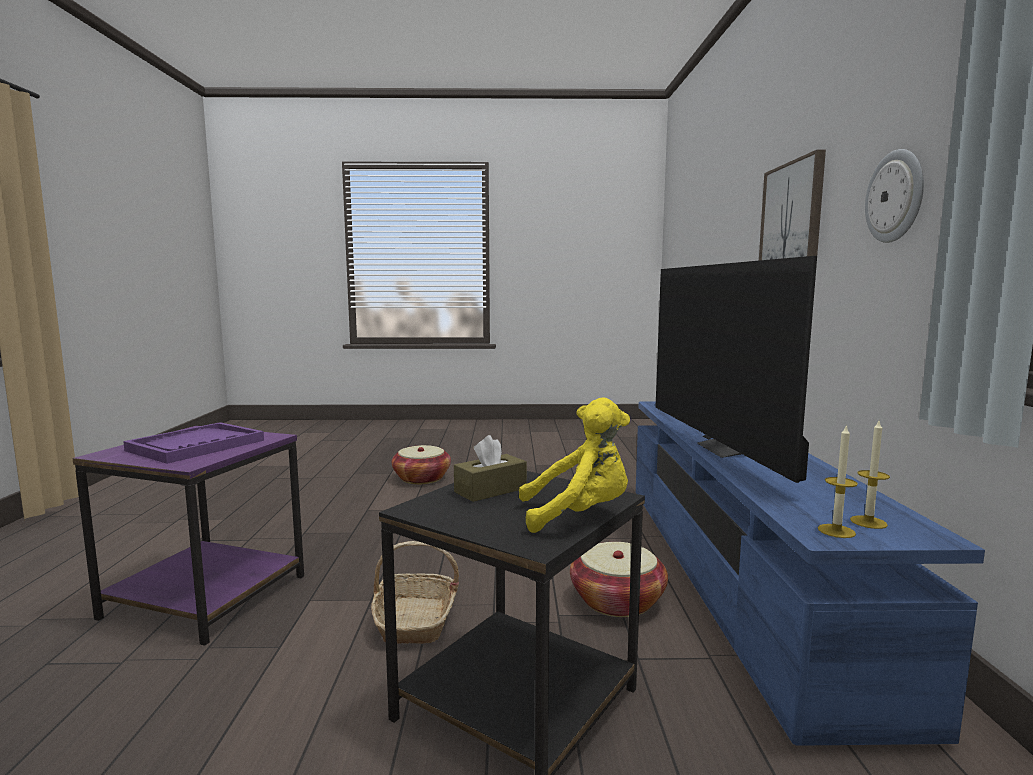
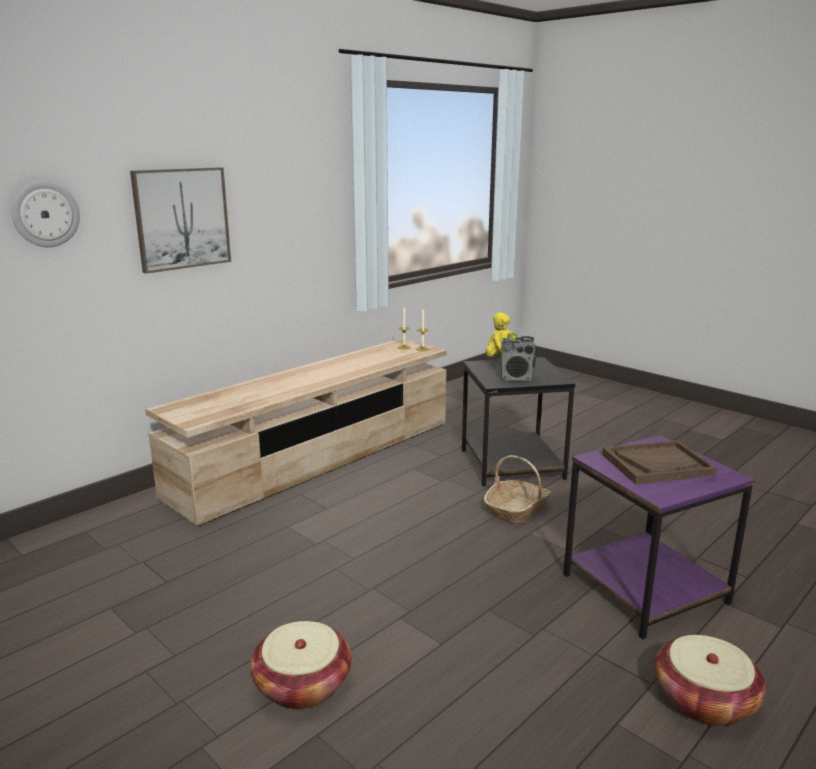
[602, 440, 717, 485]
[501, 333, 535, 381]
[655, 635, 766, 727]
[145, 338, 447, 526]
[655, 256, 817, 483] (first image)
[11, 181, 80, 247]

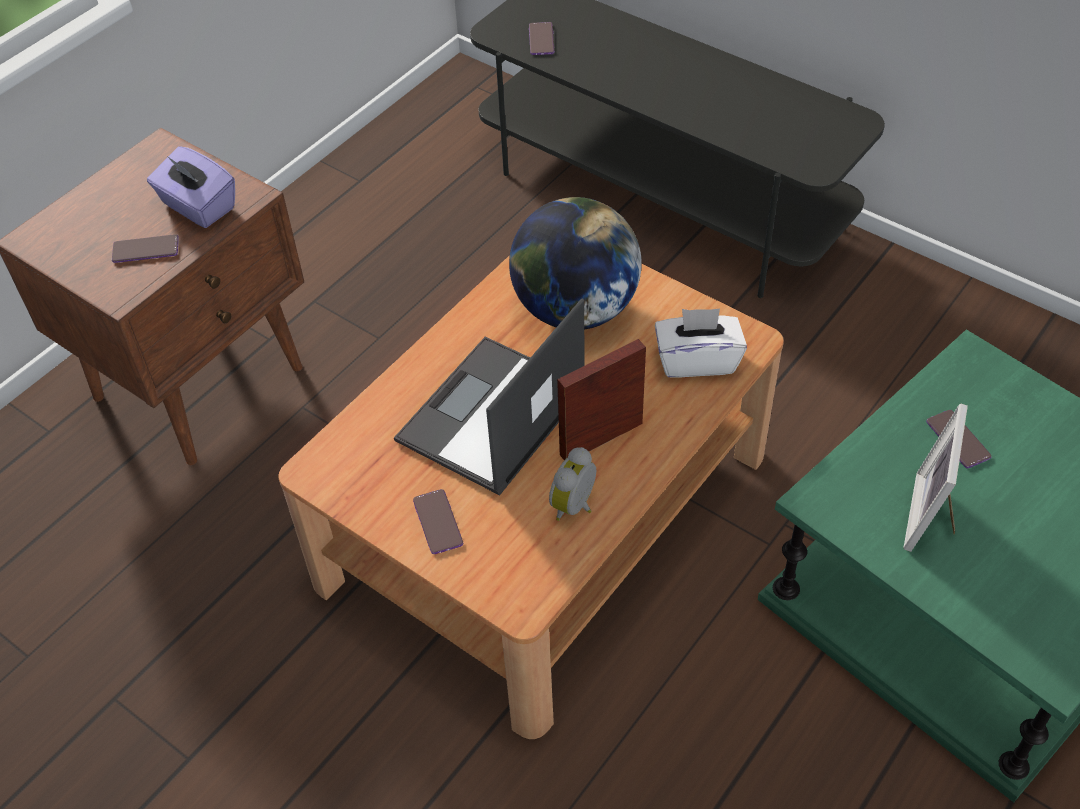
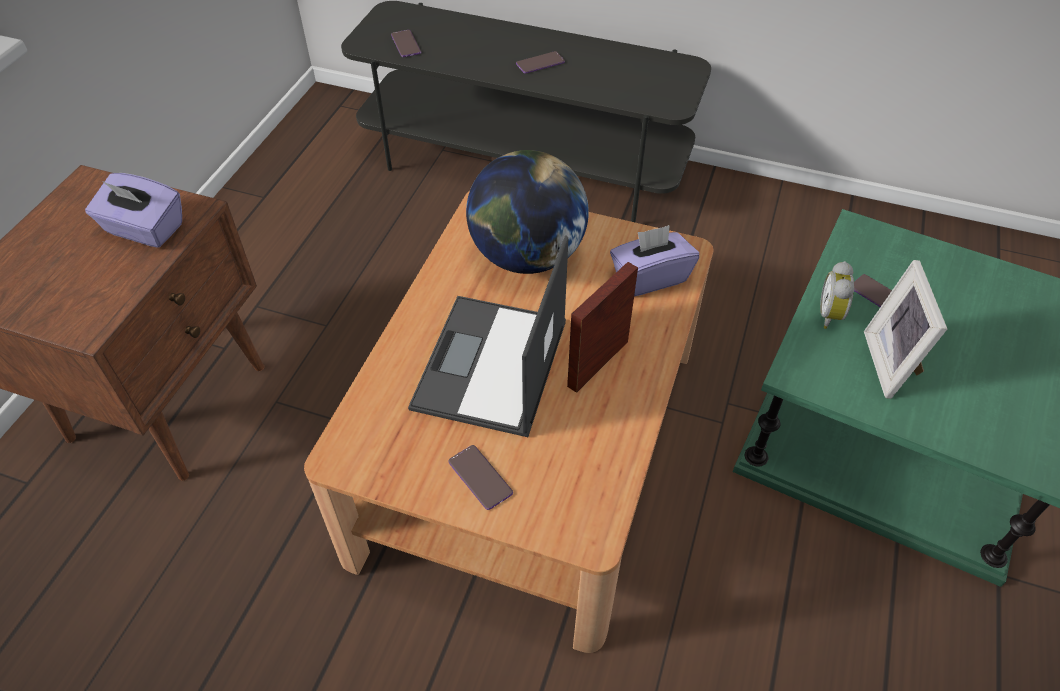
[516, 51, 565, 74]
[820, 261, 854, 329]
[610, 225, 699, 296]

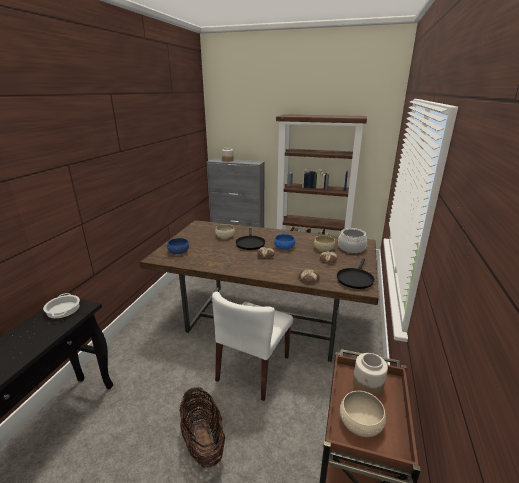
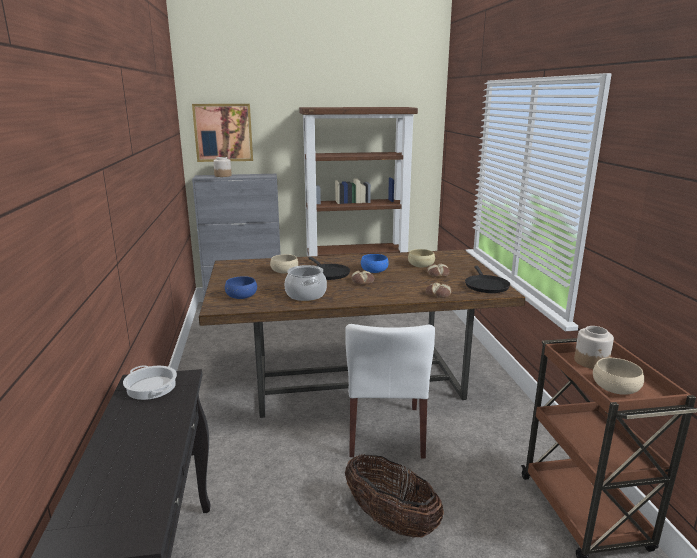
[285, 265, 327, 301]
[192, 104, 253, 162]

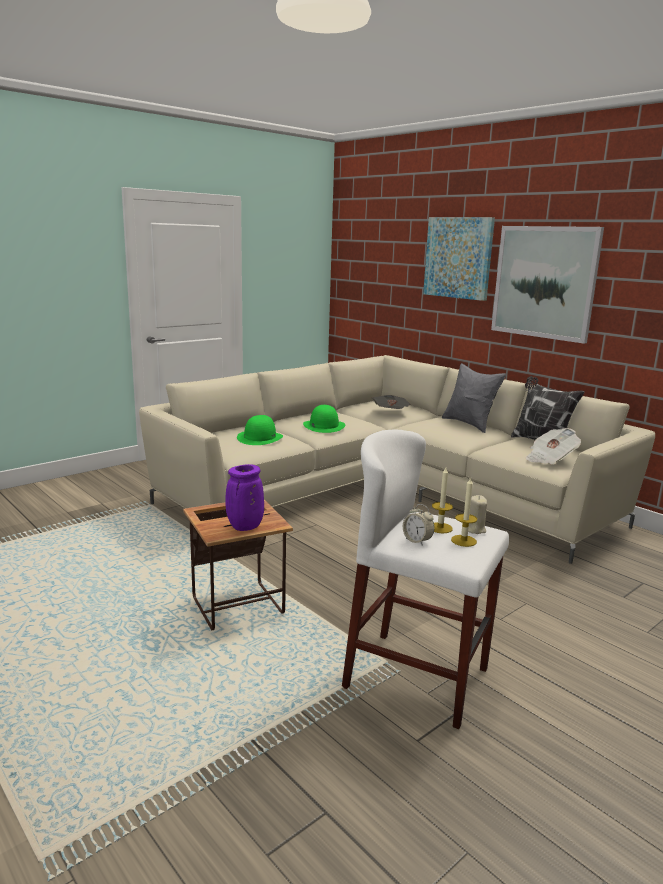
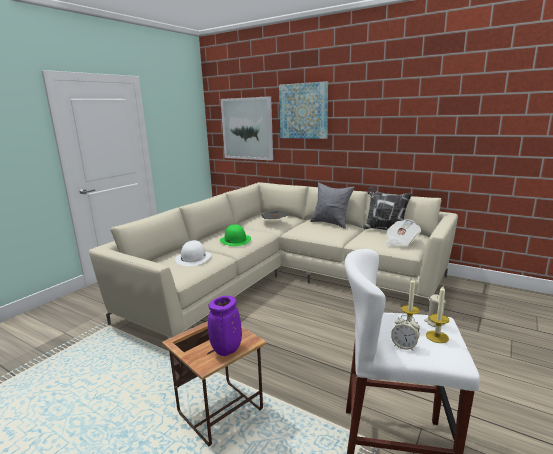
[175, 240, 211, 266]
[221, 96, 273, 161]

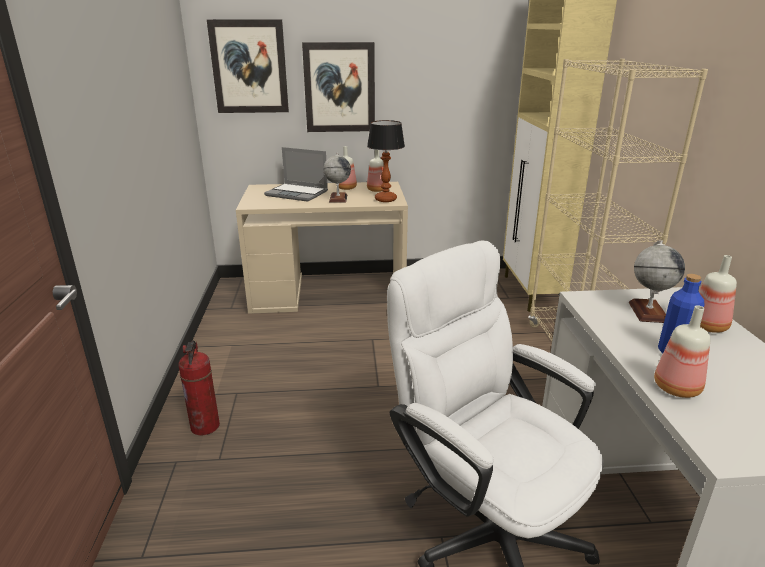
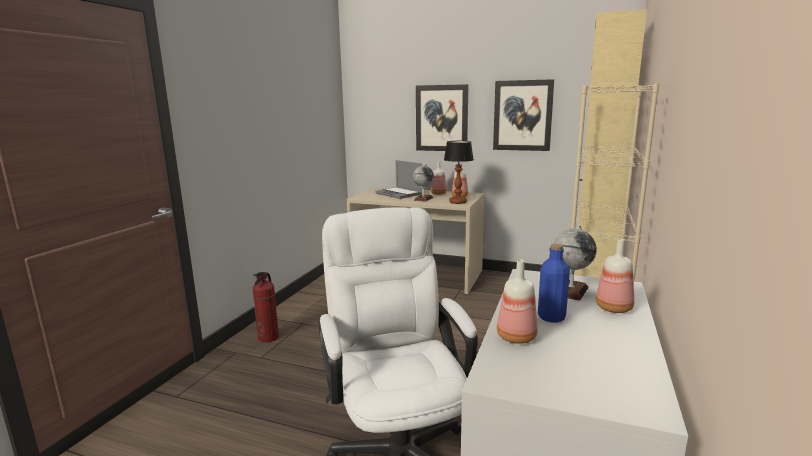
[493, 79, 554, 151]

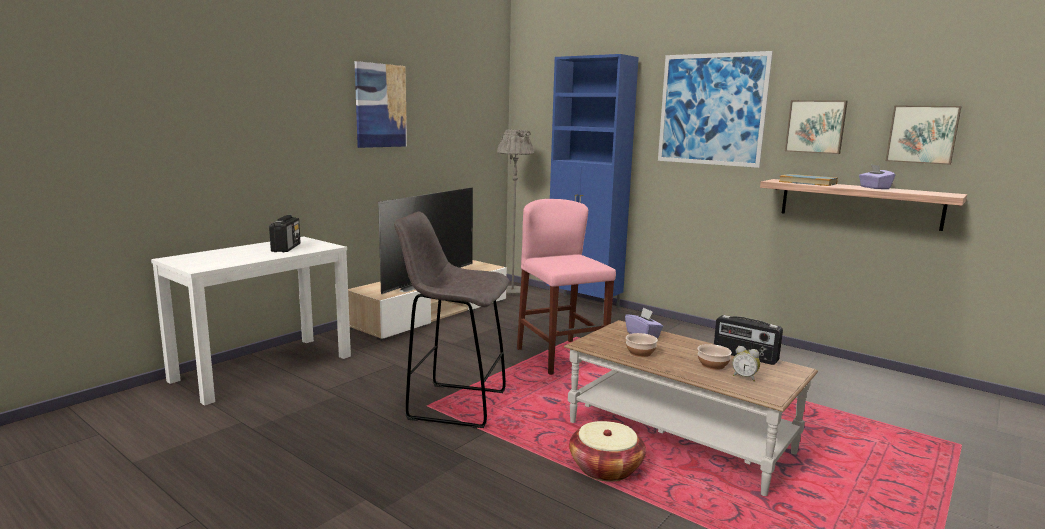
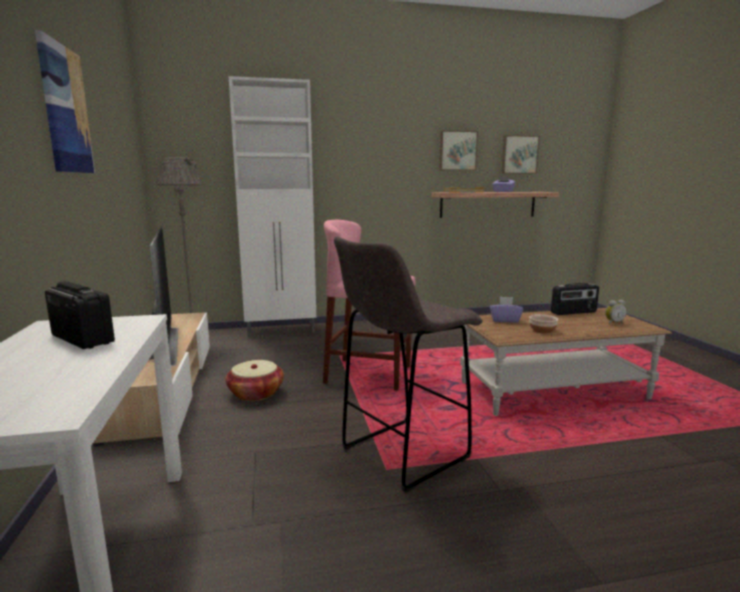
[229, 76, 316, 337]
[226, 360, 284, 401]
[658, 51, 773, 168] (first image)
[698, 344, 732, 370] (first image)

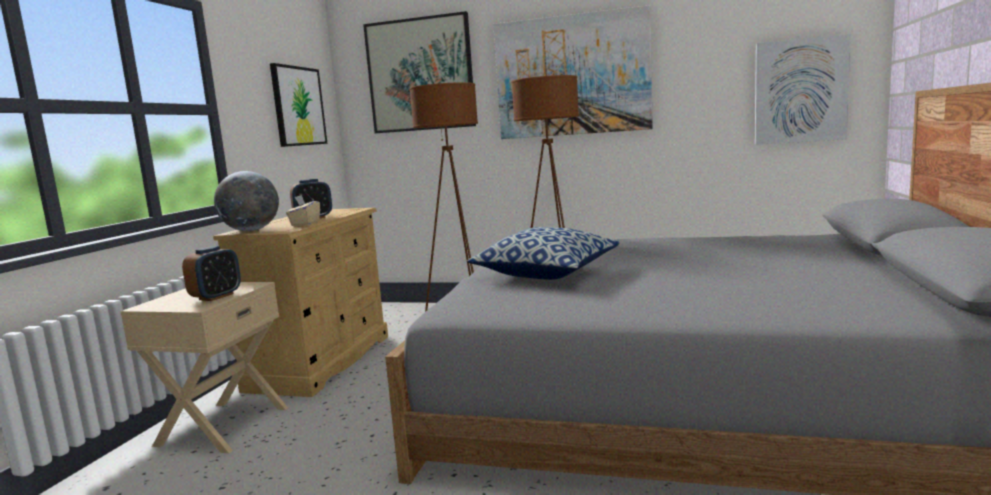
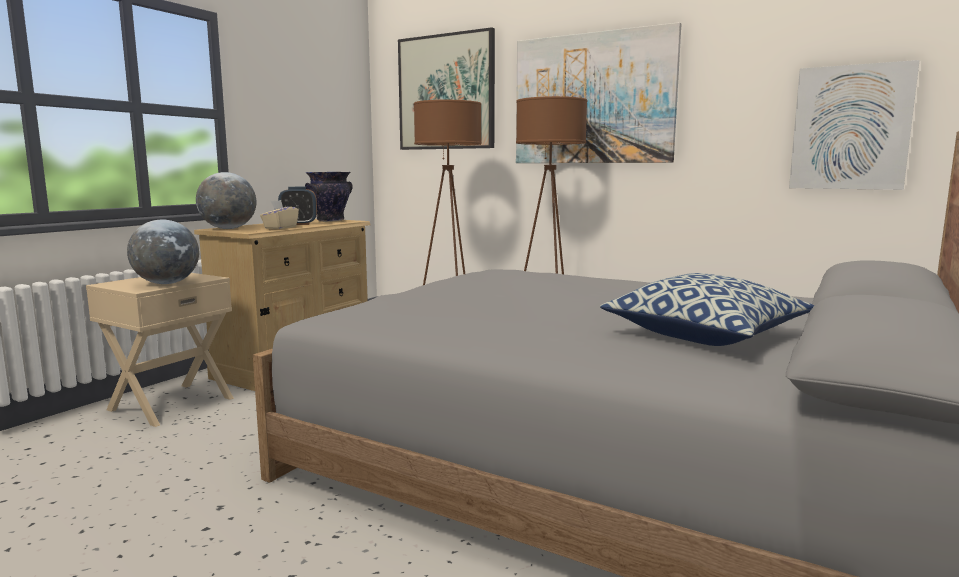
[127, 220, 199, 284]
[270, 63, 327, 147] (first image)
[600, 273, 814, 346]
[305, 172, 353, 222]

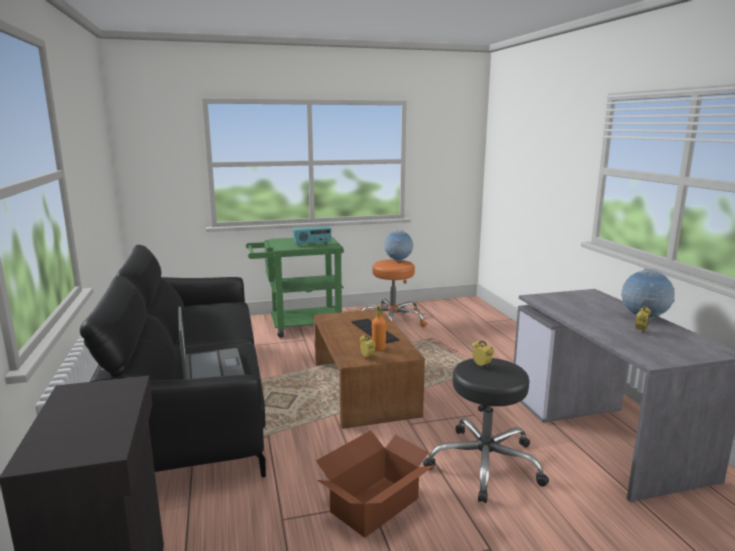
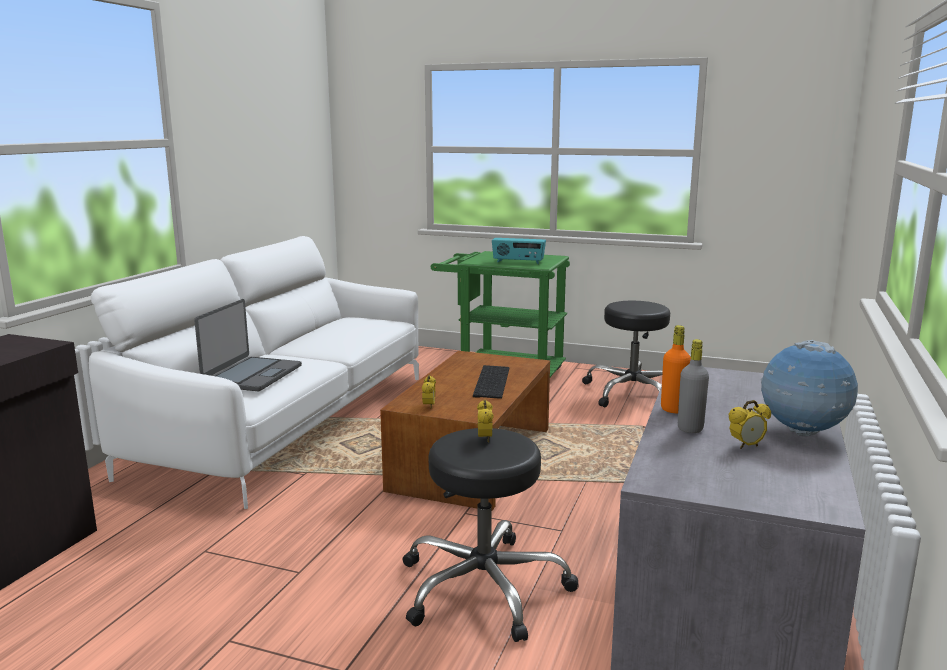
[89, 236, 419, 509]
[316, 430, 435, 538] (first image)
[582, 301, 670, 407]
[661, 325, 691, 413]
[384, 230, 414, 261] (first image)
[678, 339, 709, 433]

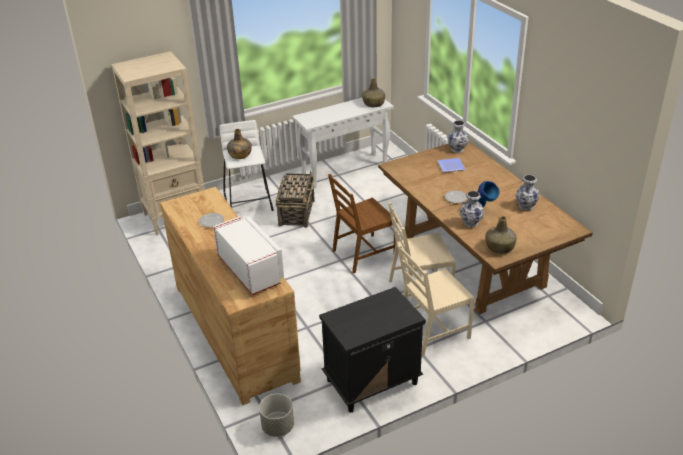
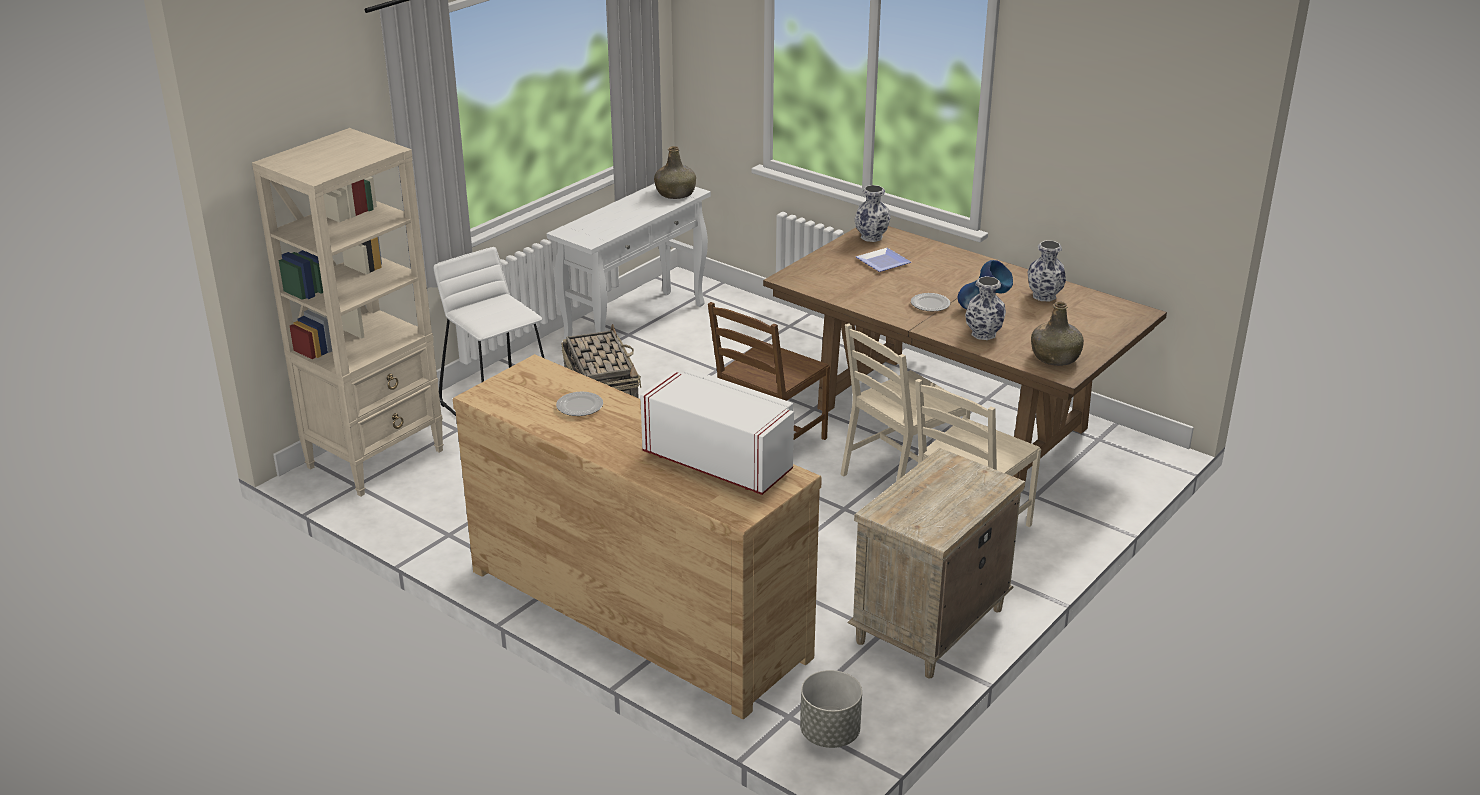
[227, 129, 252, 159] (first image)
[847, 448, 1025, 678]

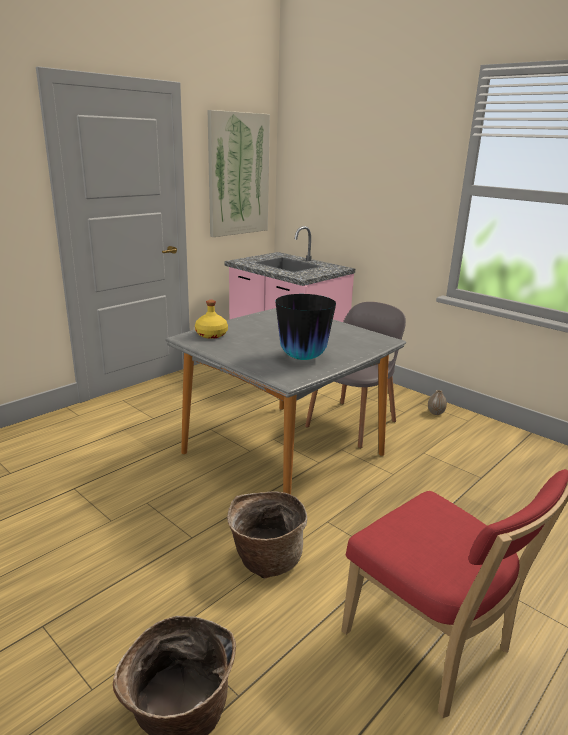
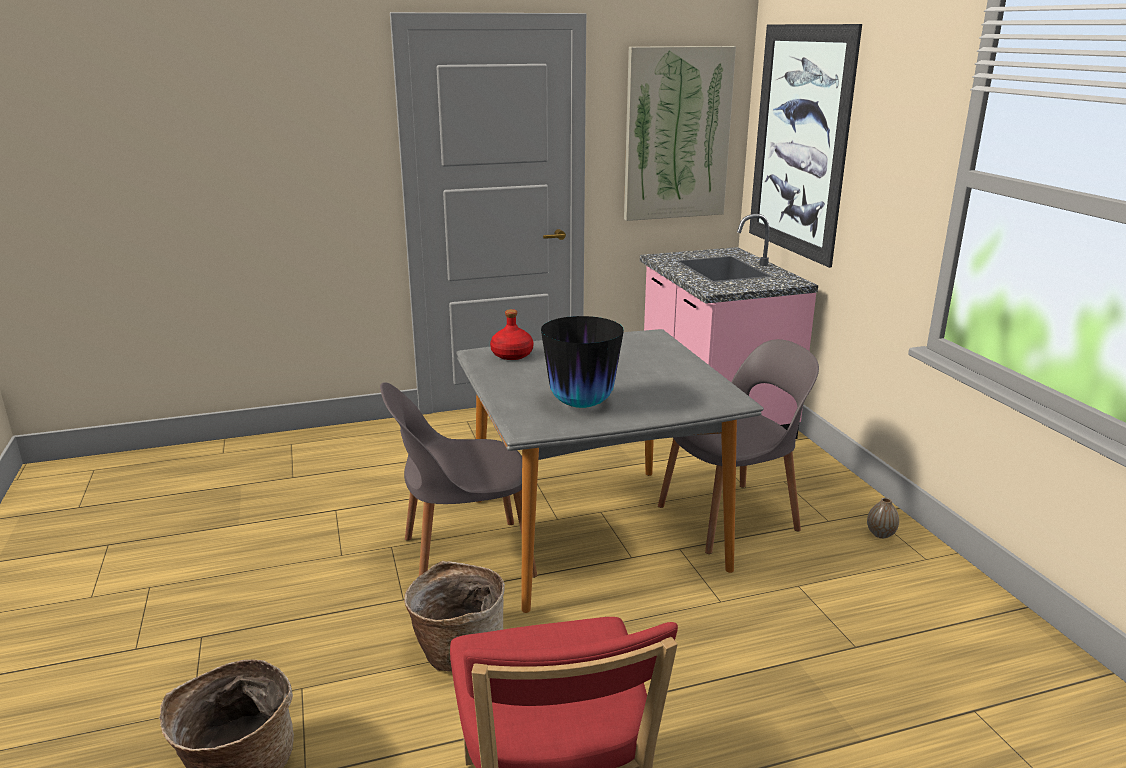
[490, 309, 533, 360]
[380, 382, 537, 578]
[749, 24, 862, 268]

